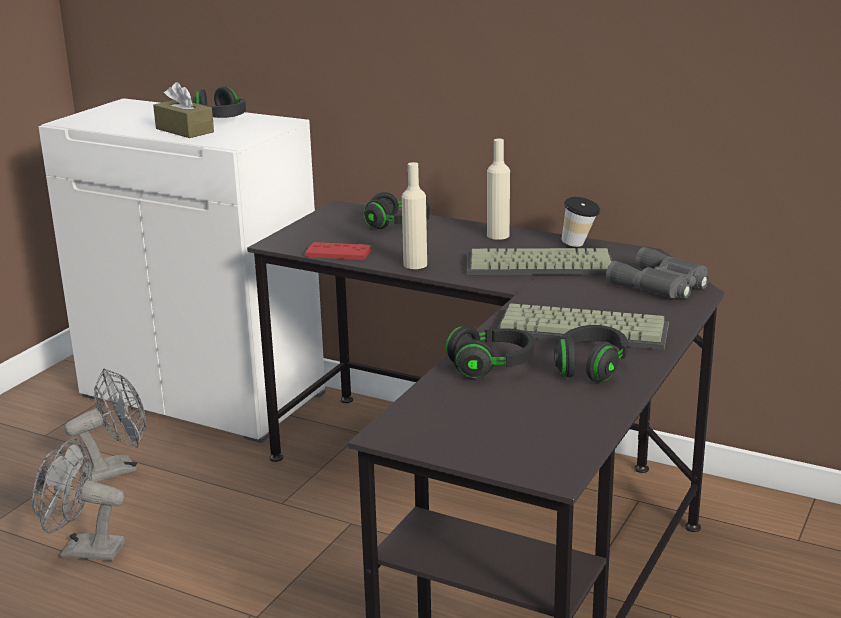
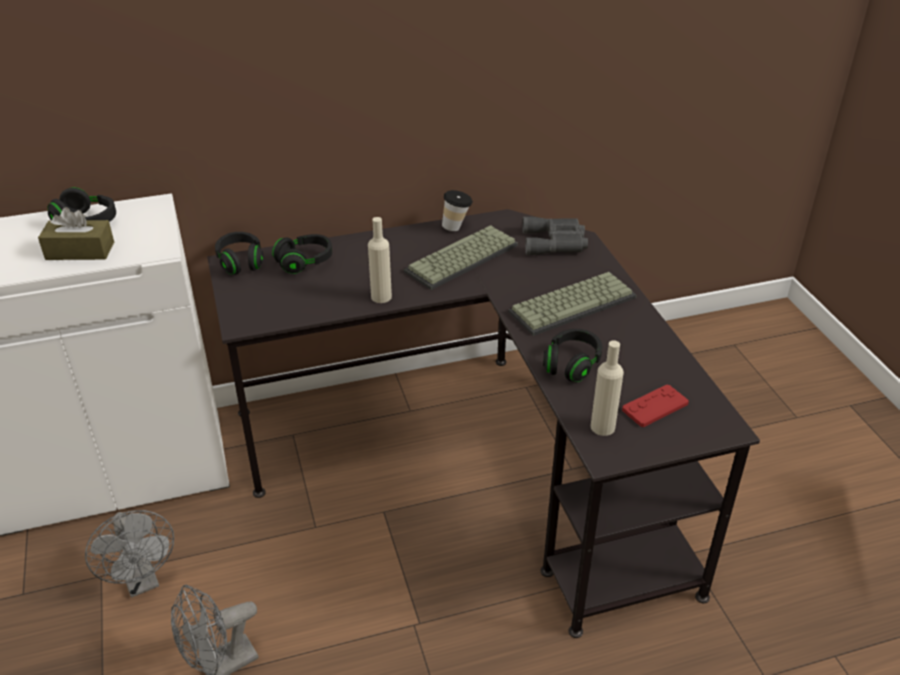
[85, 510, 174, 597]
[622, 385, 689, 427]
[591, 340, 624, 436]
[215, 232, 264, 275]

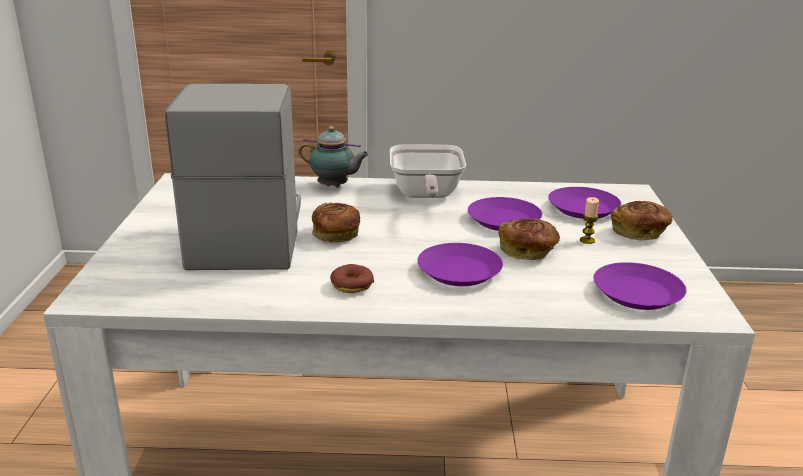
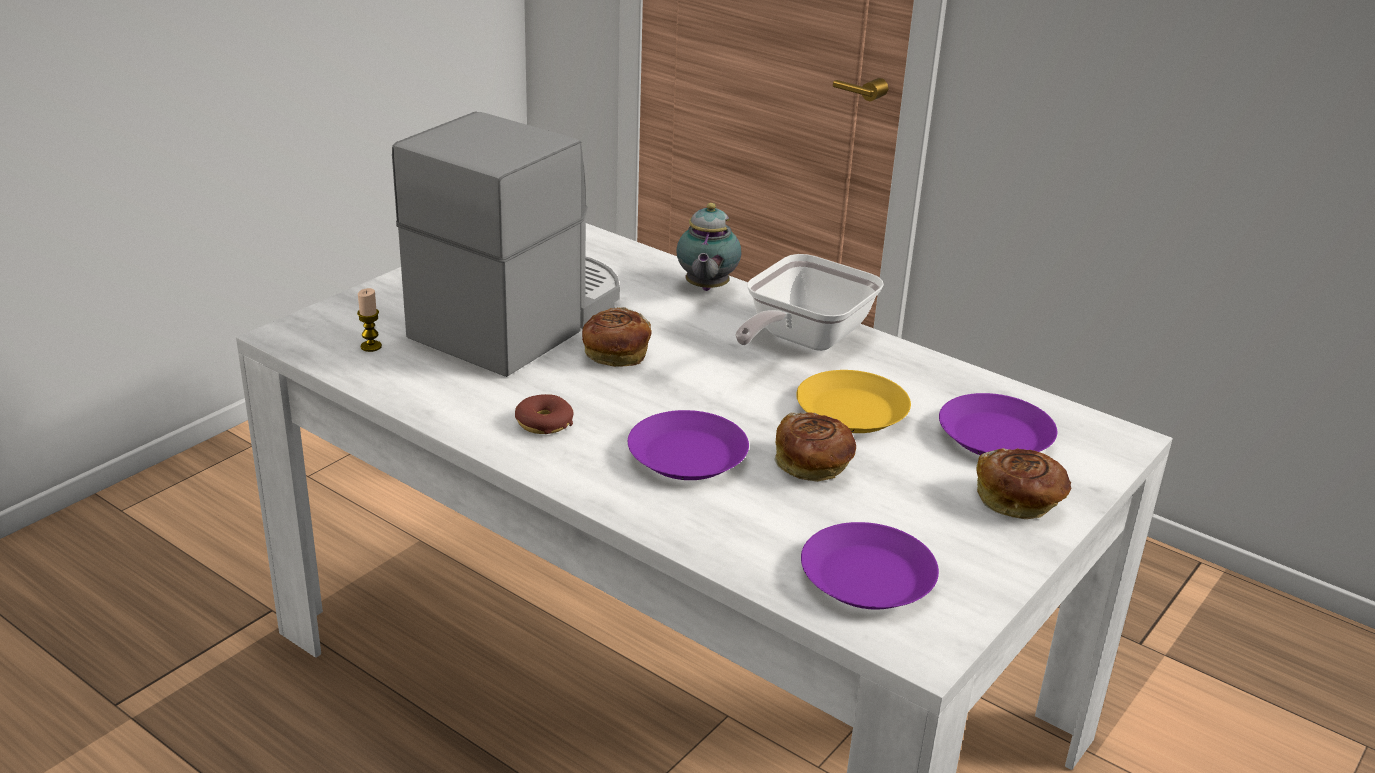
[676, 203, 741, 291]
[796, 370, 911, 433]
[357, 288, 382, 352]

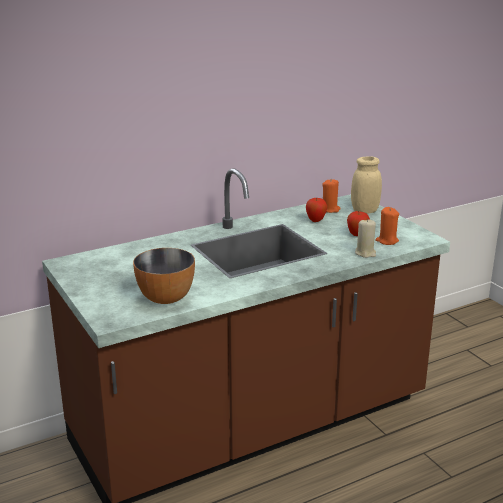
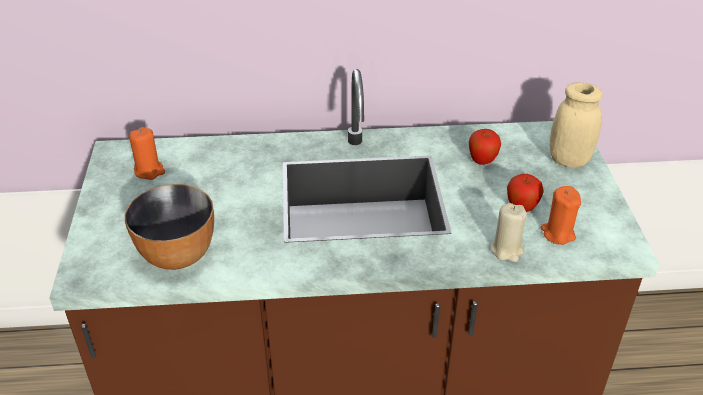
[129, 127, 165, 180]

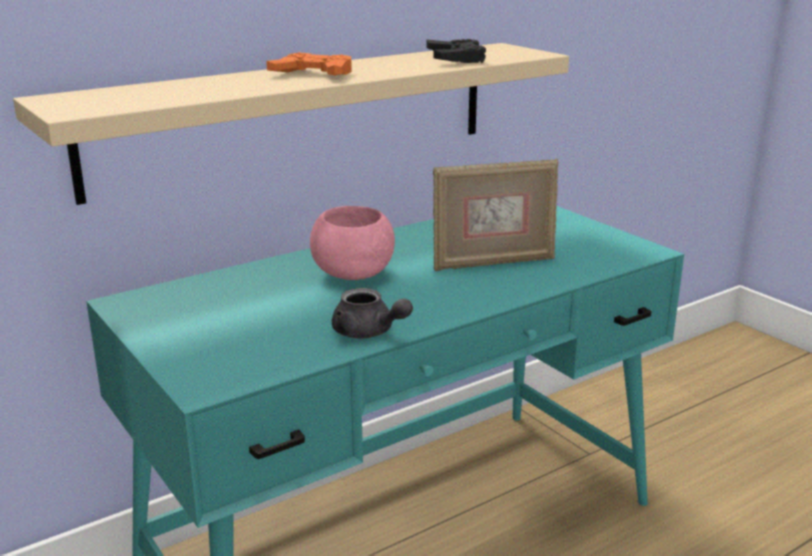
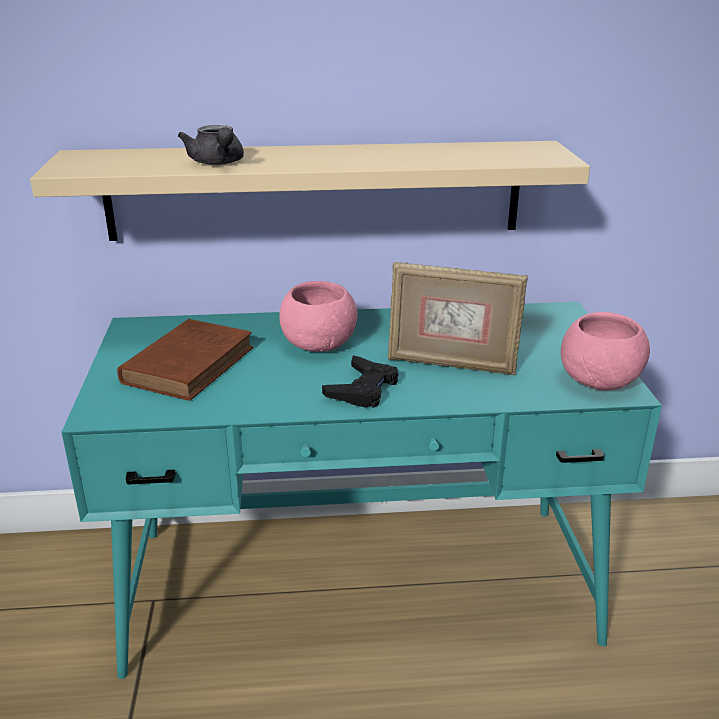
[266, 52, 352, 76] (first image)
[178, 125, 244, 165]
[322, 355, 398, 408]
[117, 319, 253, 401]
[561, 312, 650, 390]

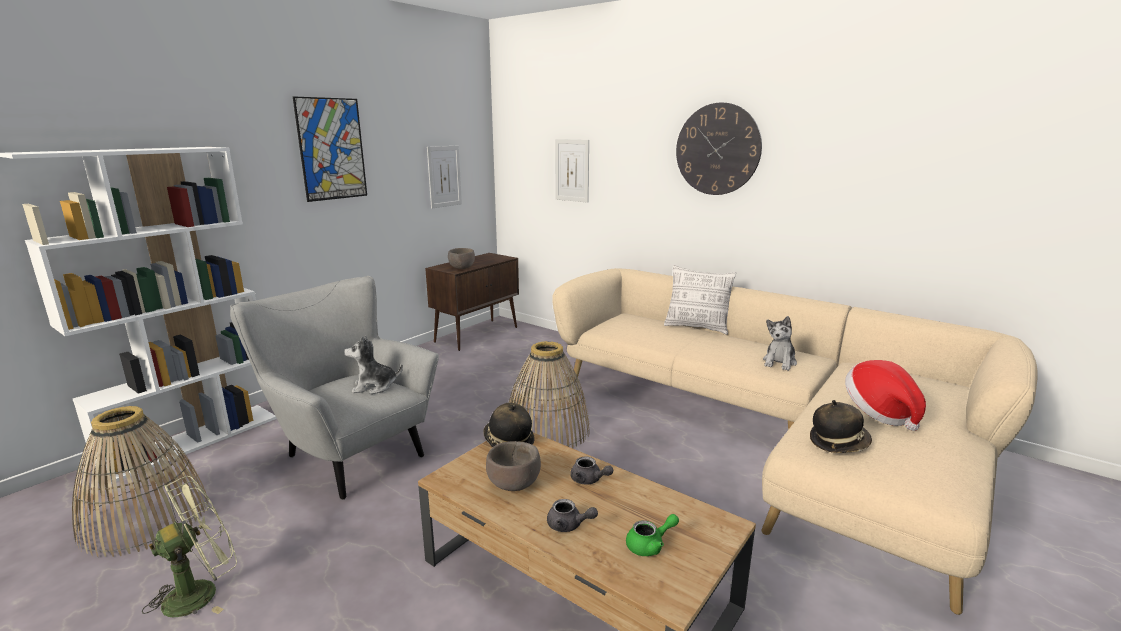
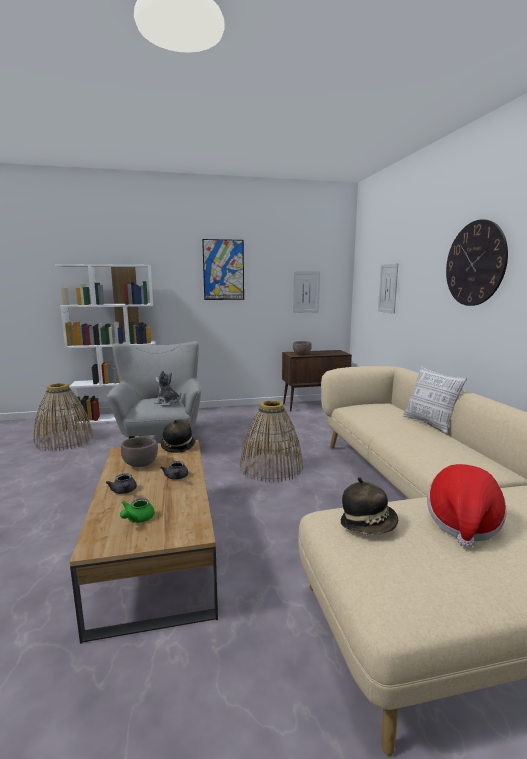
[142, 476, 237, 617] (first image)
[120, 498, 155, 523]
[763, 316, 797, 371] (first image)

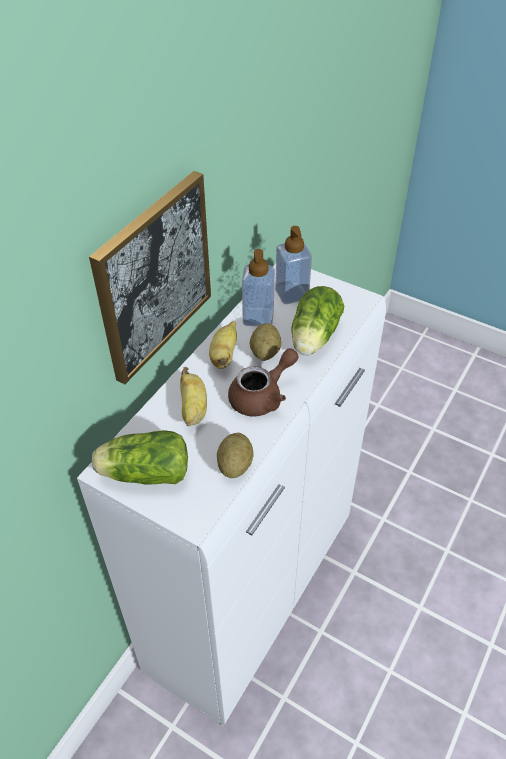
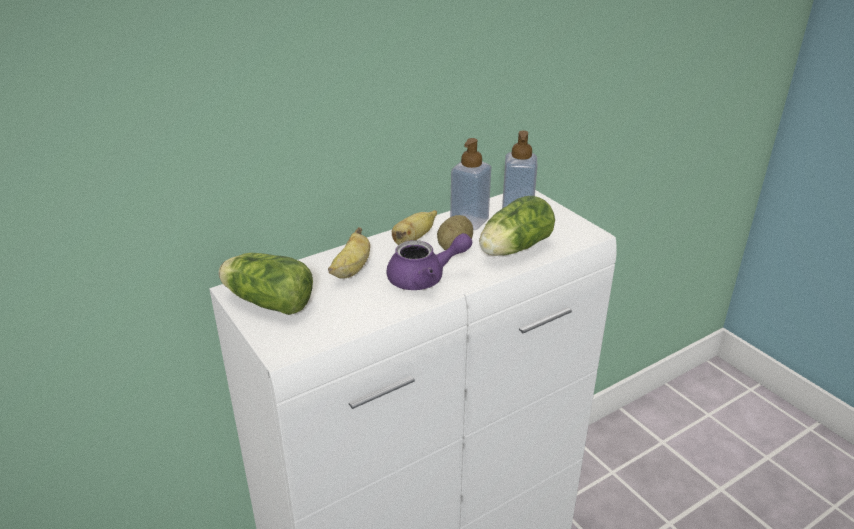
[89, 171, 211, 384] (first image)
[217, 433, 253, 478] (first image)
[386, 233, 472, 290]

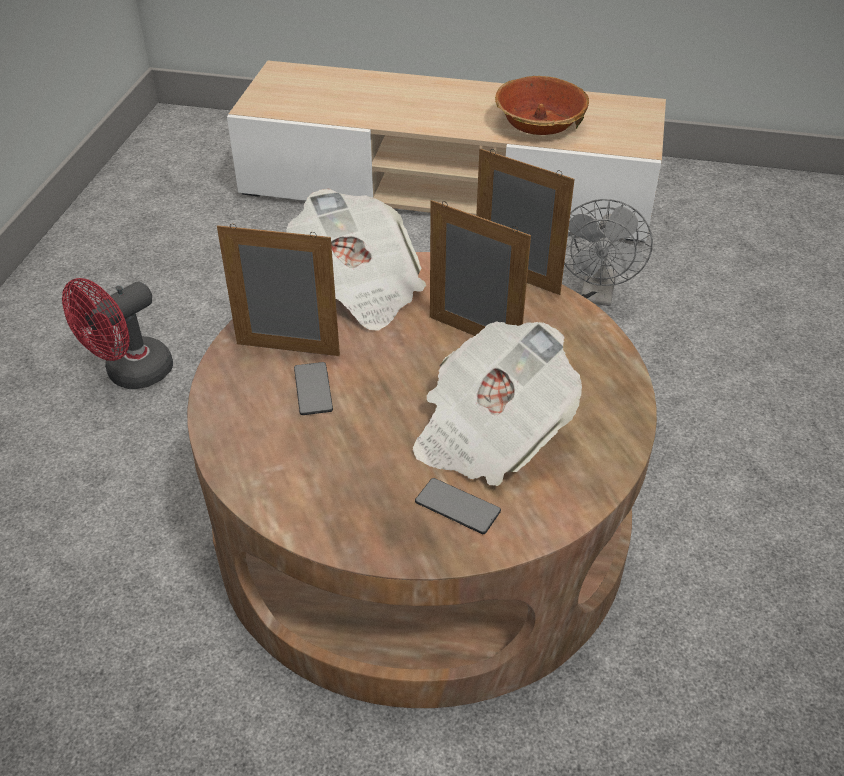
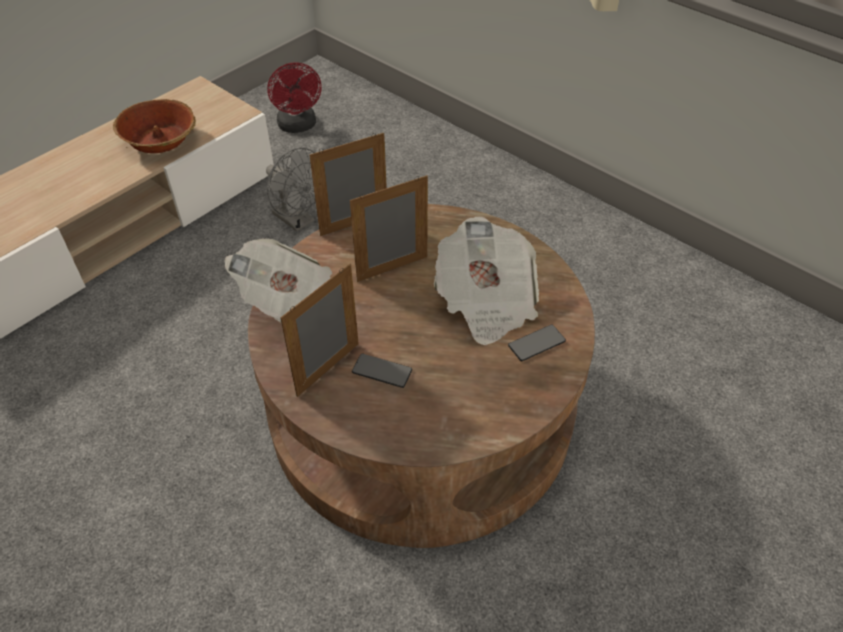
[267, 62, 321, 133]

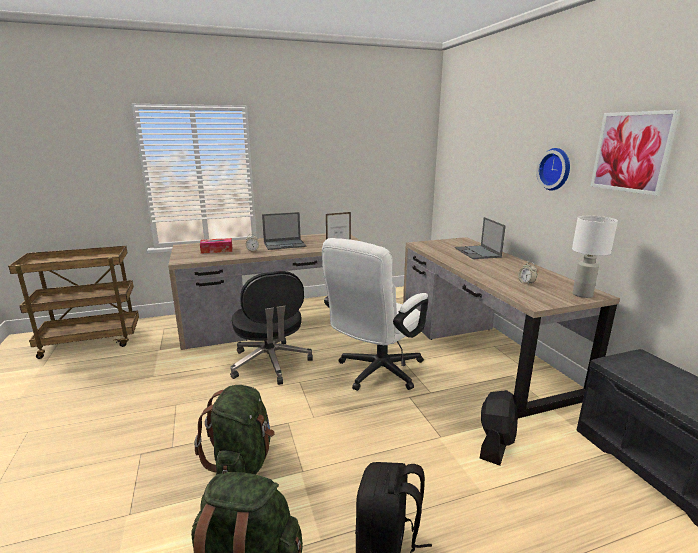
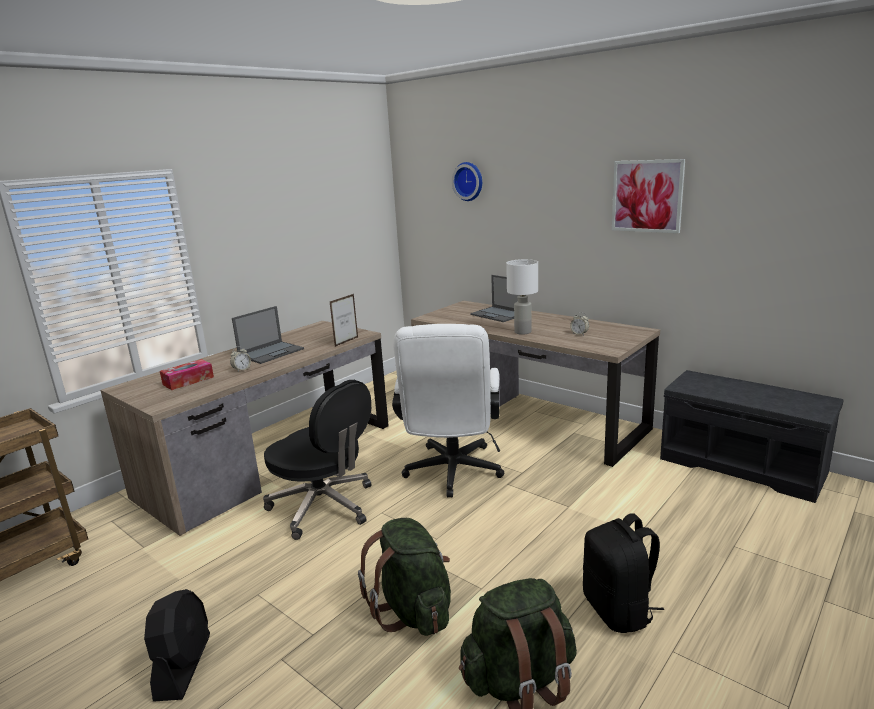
[144, 589, 210, 702]
[452, 162, 482, 201]
[506, 259, 538, 335]

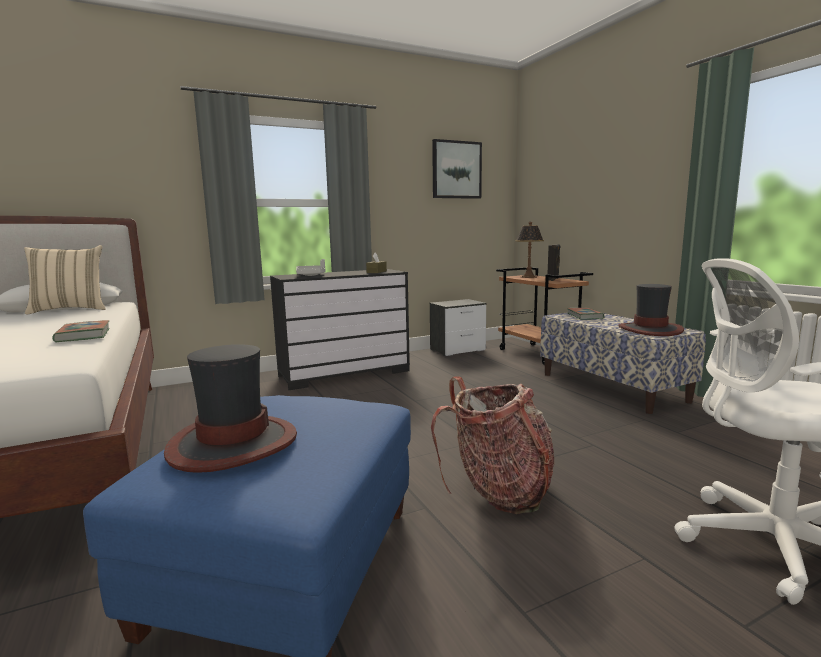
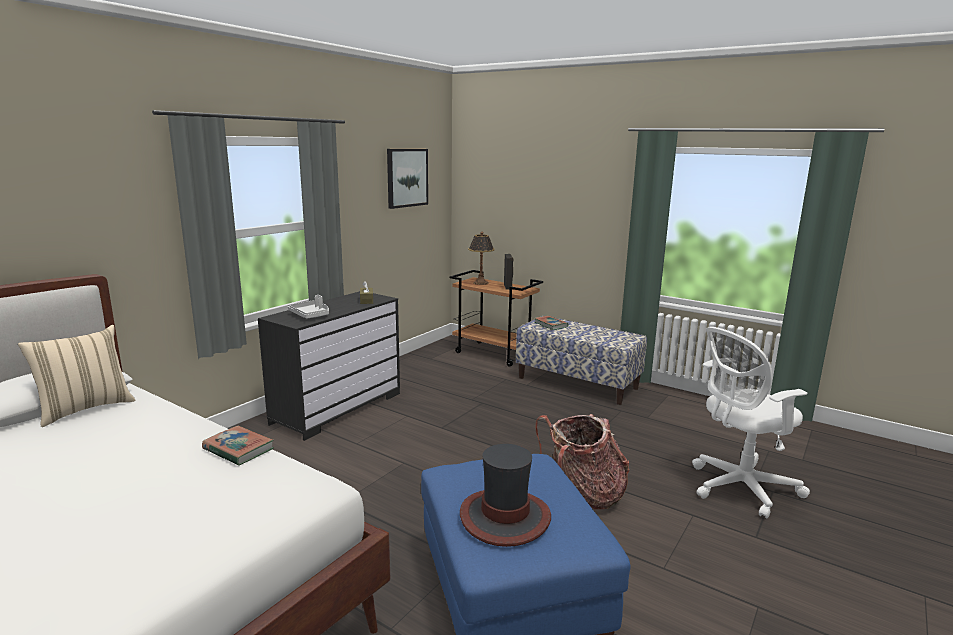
[429, 299, 487, 356] (first image)
[618, 284, 684, 336] (first image)

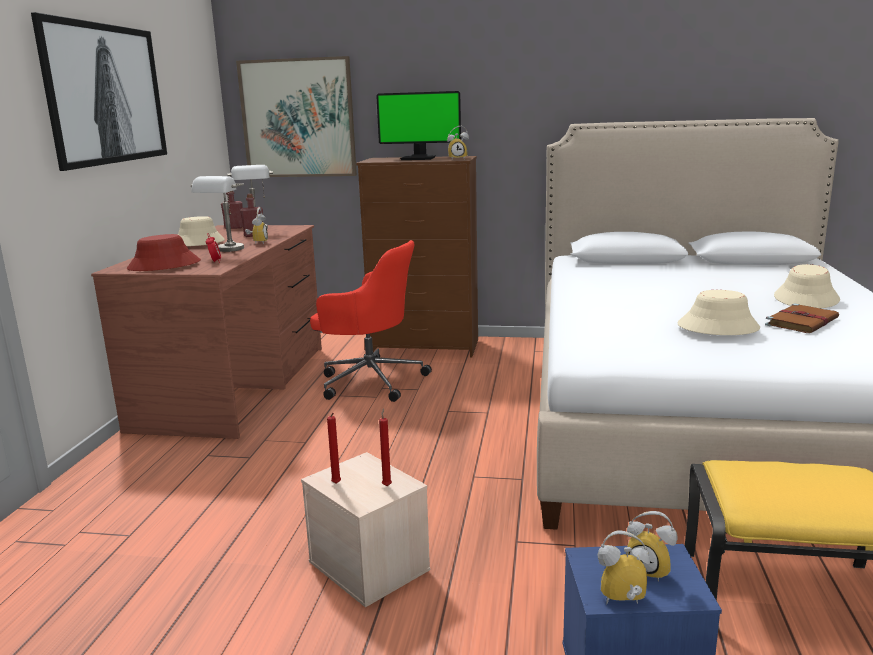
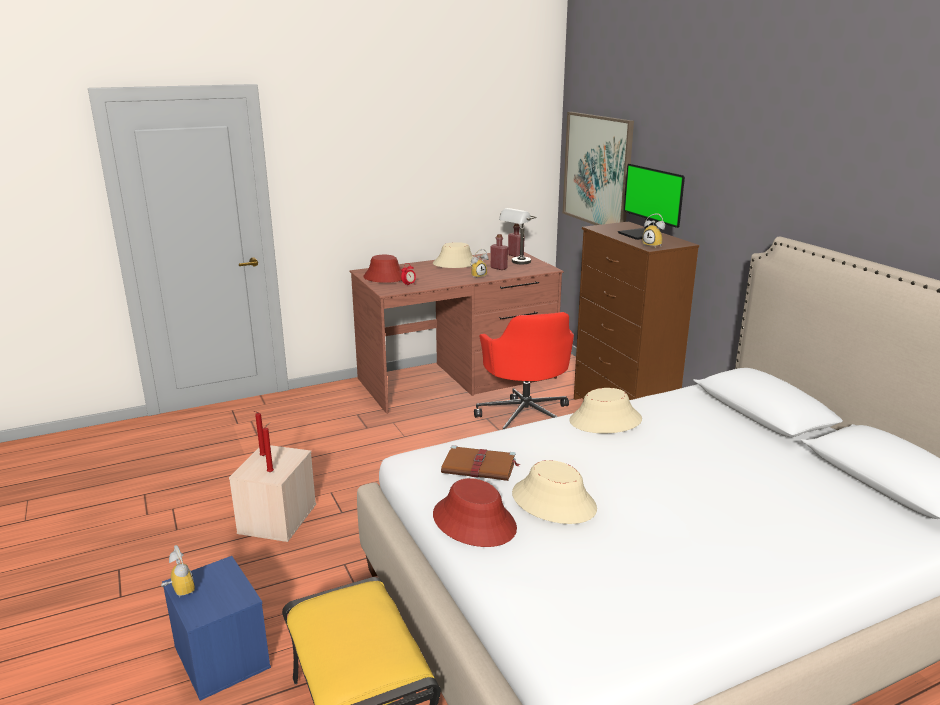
[31, 12, 167, 171] (first image)
[191, 176, 244, 252] (first image)
[626, 511, 677, 582] (first image)
[441, 445, 520, 481]
[569, 388, 642, 433]
[433, 478, 517, 547]

